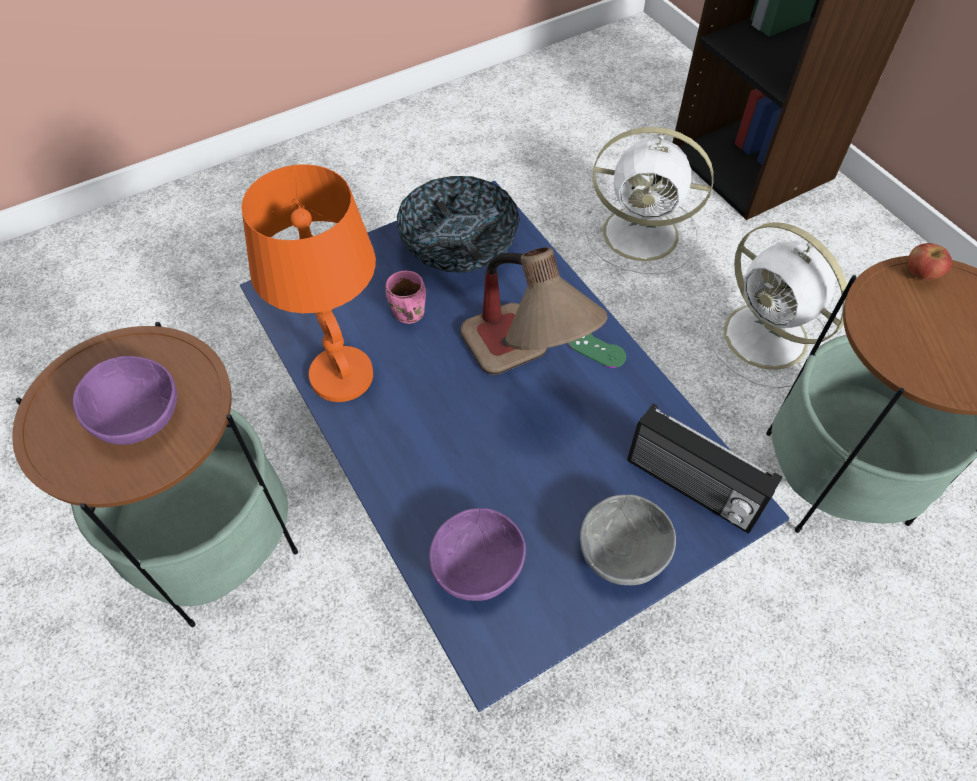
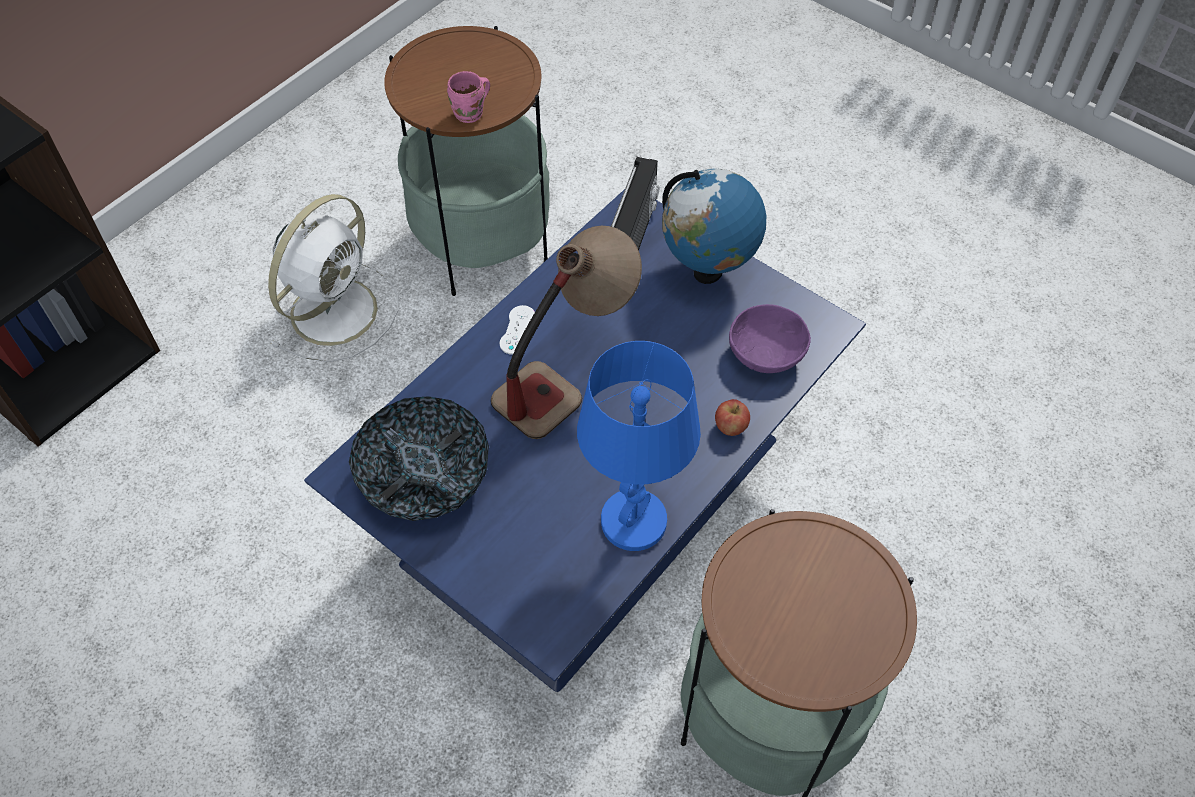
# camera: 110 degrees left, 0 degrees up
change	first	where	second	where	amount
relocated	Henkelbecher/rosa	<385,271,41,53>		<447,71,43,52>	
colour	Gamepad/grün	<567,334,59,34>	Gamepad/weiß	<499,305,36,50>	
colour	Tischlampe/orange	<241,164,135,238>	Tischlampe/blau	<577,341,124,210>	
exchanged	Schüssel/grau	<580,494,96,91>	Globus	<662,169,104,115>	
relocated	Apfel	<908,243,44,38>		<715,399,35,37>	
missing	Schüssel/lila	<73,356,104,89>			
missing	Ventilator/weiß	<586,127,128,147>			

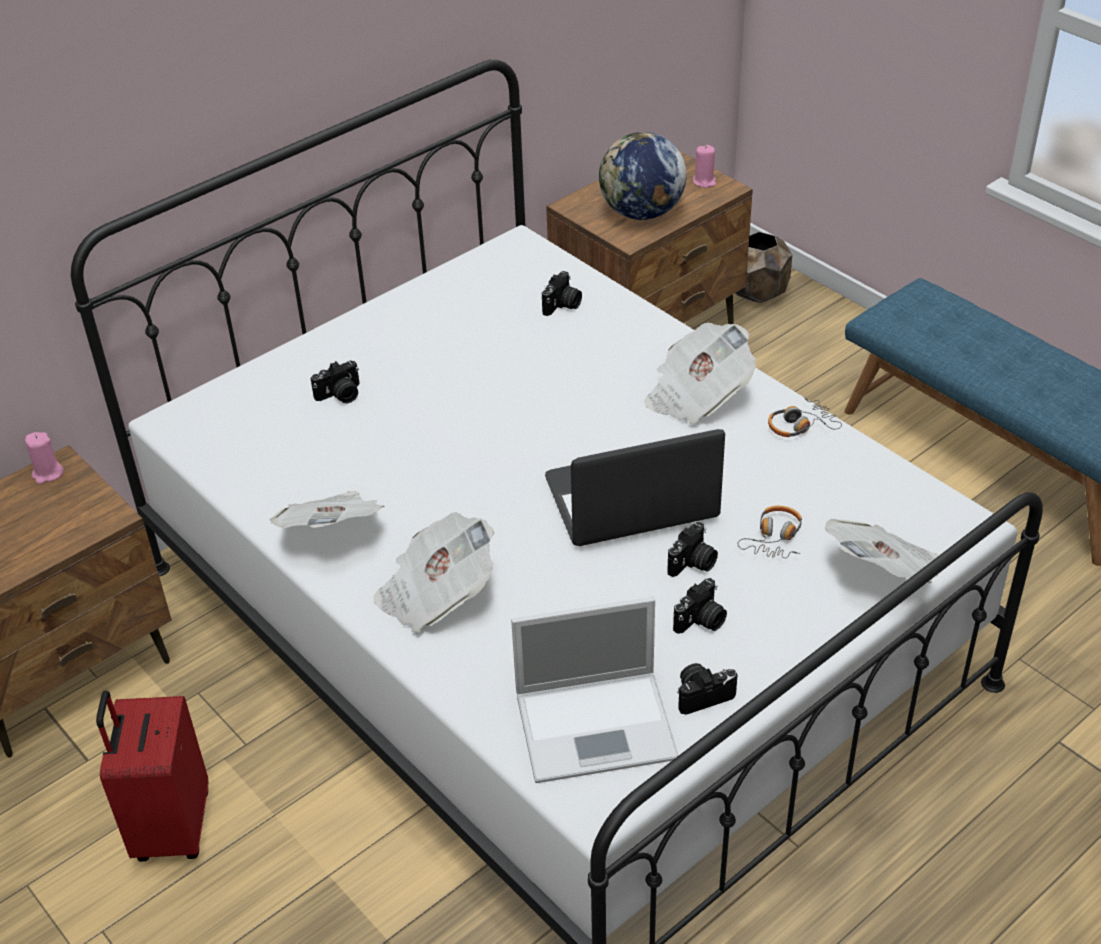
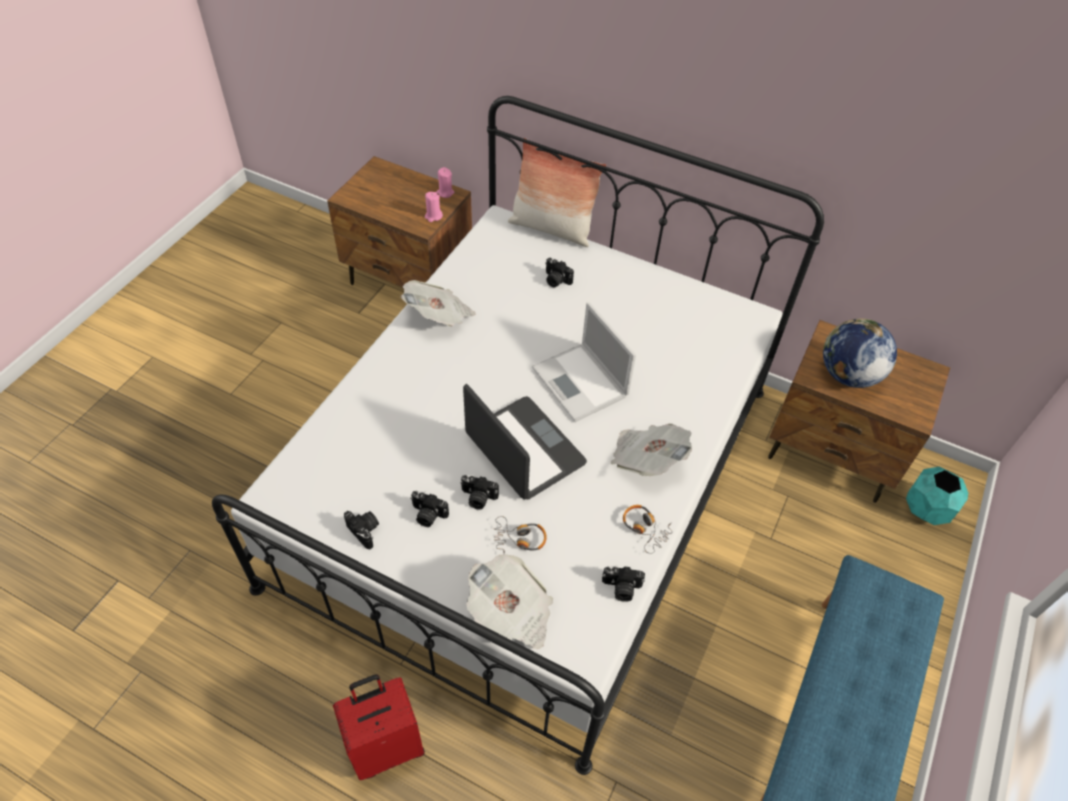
# camera: 65 degrees right, 10 degrees up
change	first	where	second	where	amount
relocated	Koffer/rot	<96,691,112,171>		<333,674,92,106>	
relocated	Kerze/rosa	<693,145,23,43>		<425,192,18,30>	
appeared			Kissen	<508,138,98,109>	
relocated	Laptop	<511,597,168,186>		<532,302,104,120>	
relocated	Kamera	<542,271,40,45>		<602,565,43,37>	
colour	Pflanzkübel/braun	<735,232,57,71>	Pflanzkübel/türkis	<906,466,62,59>	
missing	Zeitung	<374,512,120,121>			

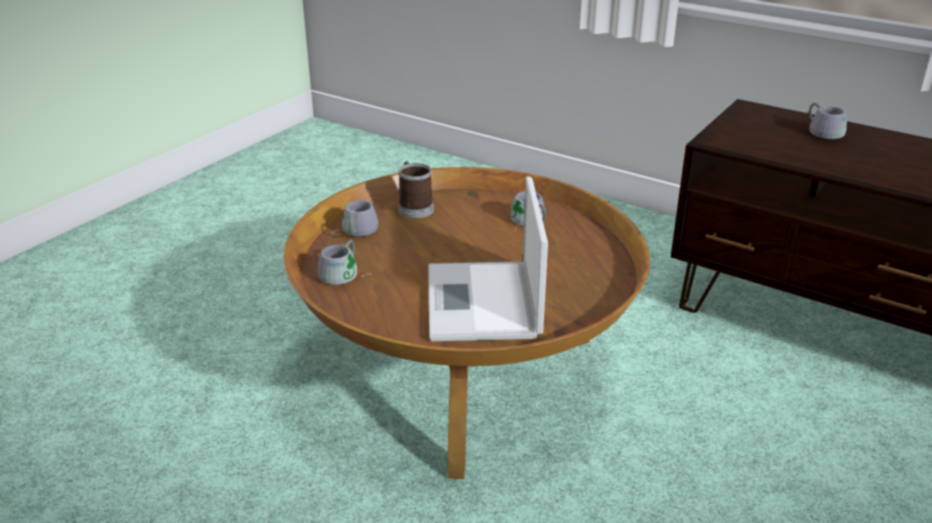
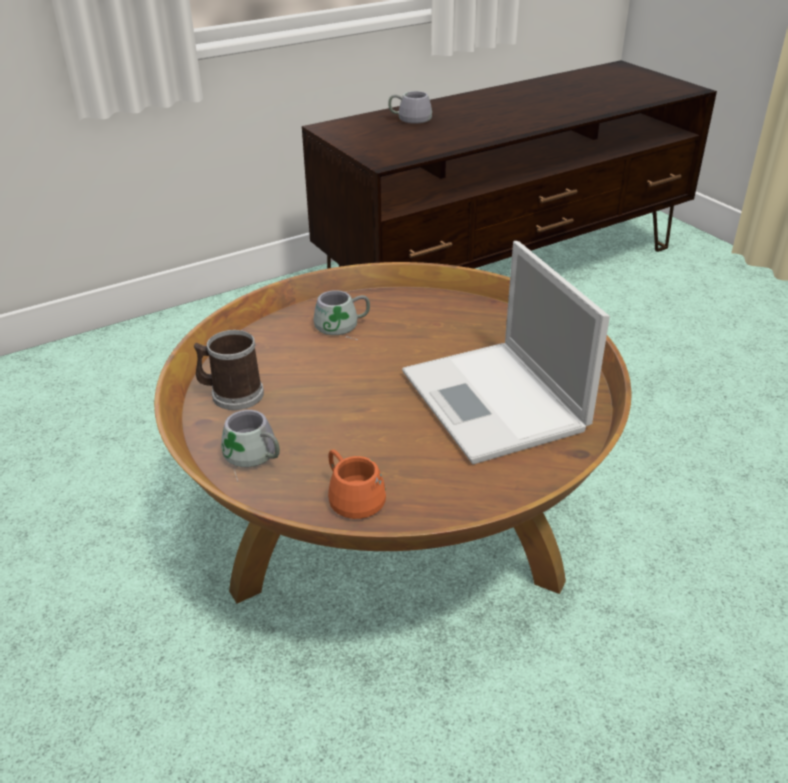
# camera: 65 degrees left, 5 degrees up
change	first	where	second	where	amount
colour	Henkelbecher/grau	<318,239,53,46>	Henkelbecher/orange	<328,449,58,70>	
spun	Laptop	<428,176,120,165>		<402,241,208,223>	45 degrees clockwise

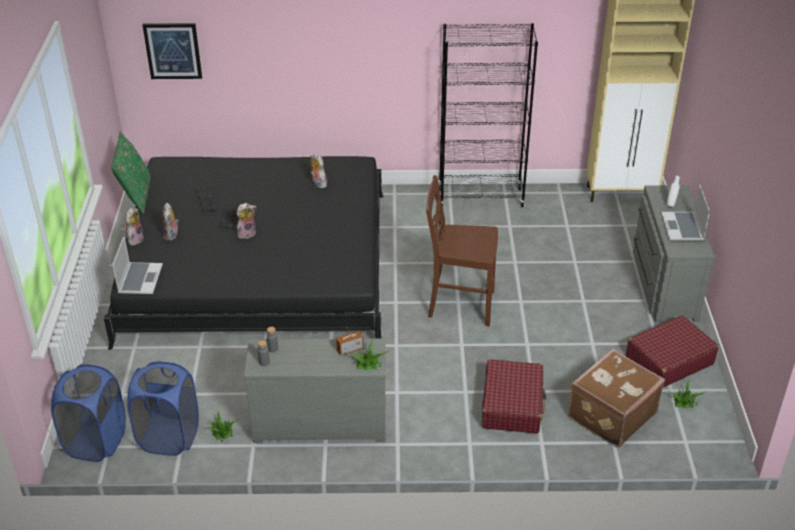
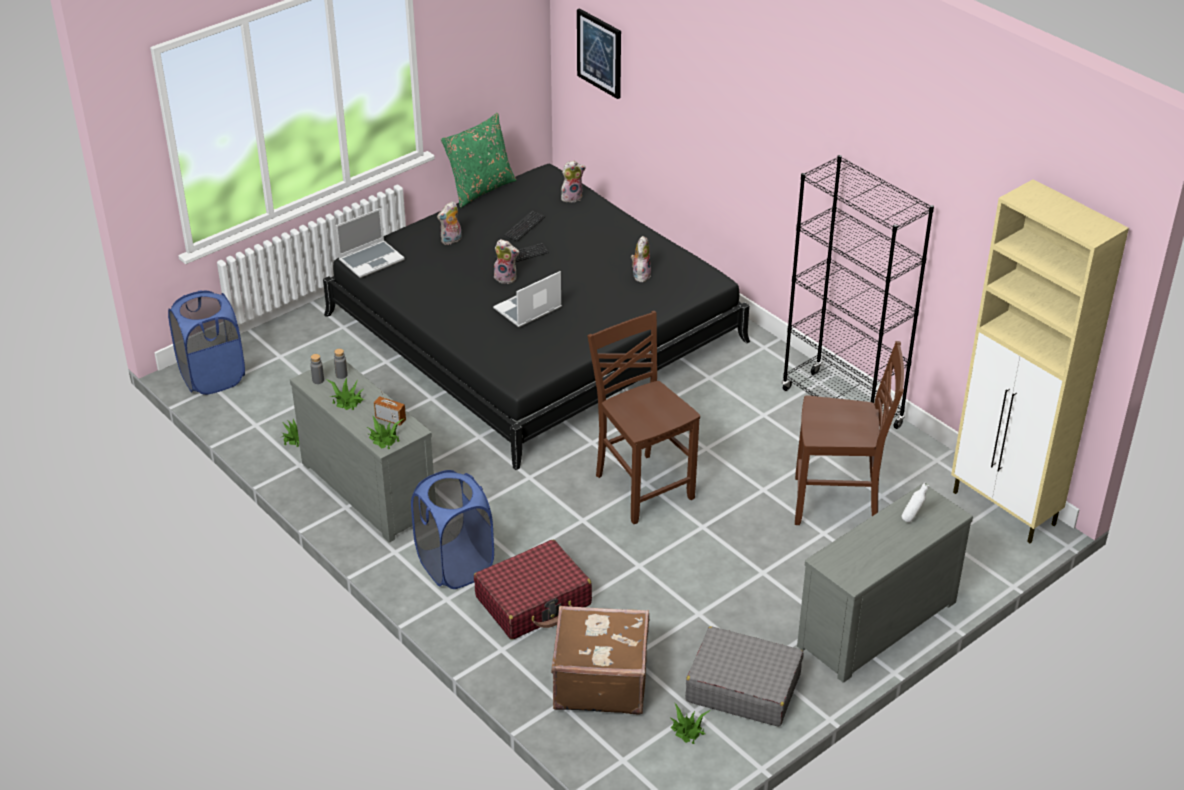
# camera: 50 degrees right, 0 degrees up
change	first	where	second	where	amount
appeared			Topfpflanze	<325,377,39,33>	
relocated	Wäschekorb/blau	<127,361,72,95>		<411,470,83,119>	
relocated	Laptop	<661,185,49,56>		<493,271,69,56>	
relocated	Plüschtier	<124,208,20,38>		<561,160,25,42>	
colour	Koffer/rot	<626,315,93,72>	Koffer/grau	<685,626,118,101>	
appeared			Stuhl/braun	<795,341,109,184>	

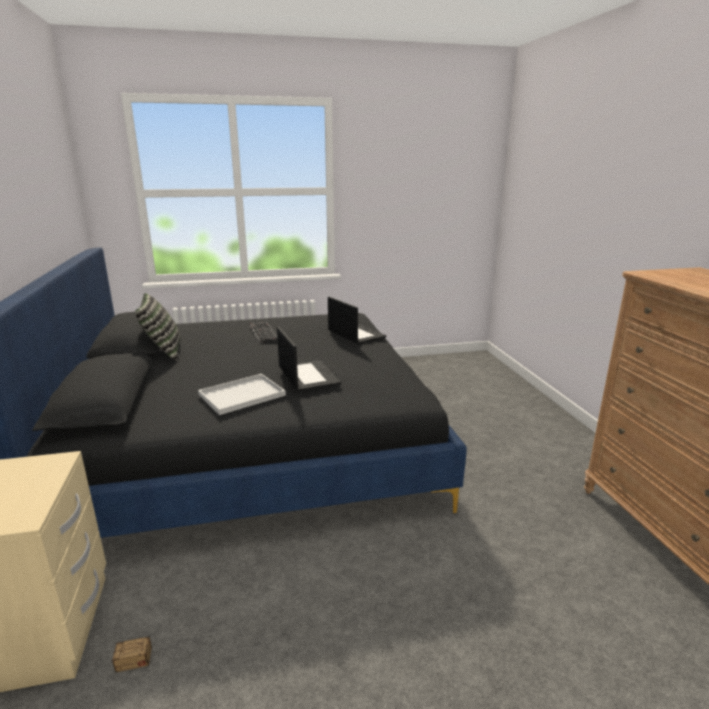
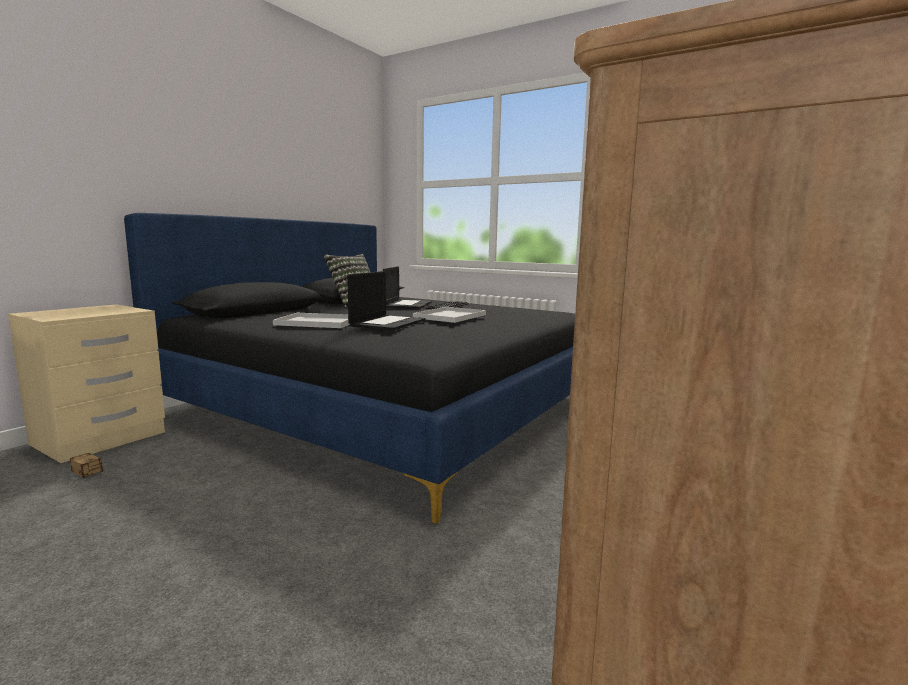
# camera: 45 degrees right, 10 degrees down
change	first	where	second	where	amount
relocated	Laptop	<328,297,58,47>		<383,266,49,43>	
appeared			Tablett/weiß	<413,307,73,16>	

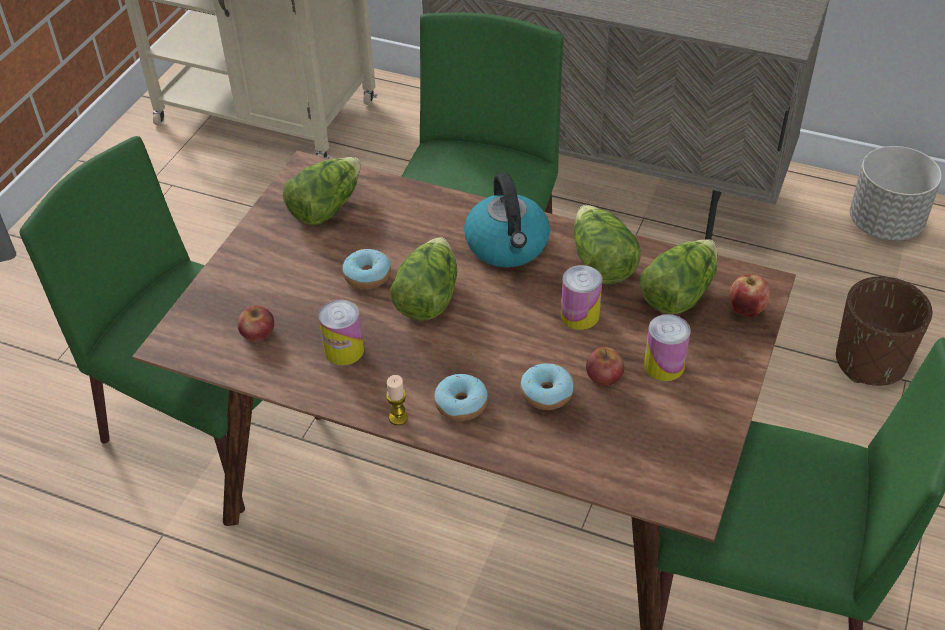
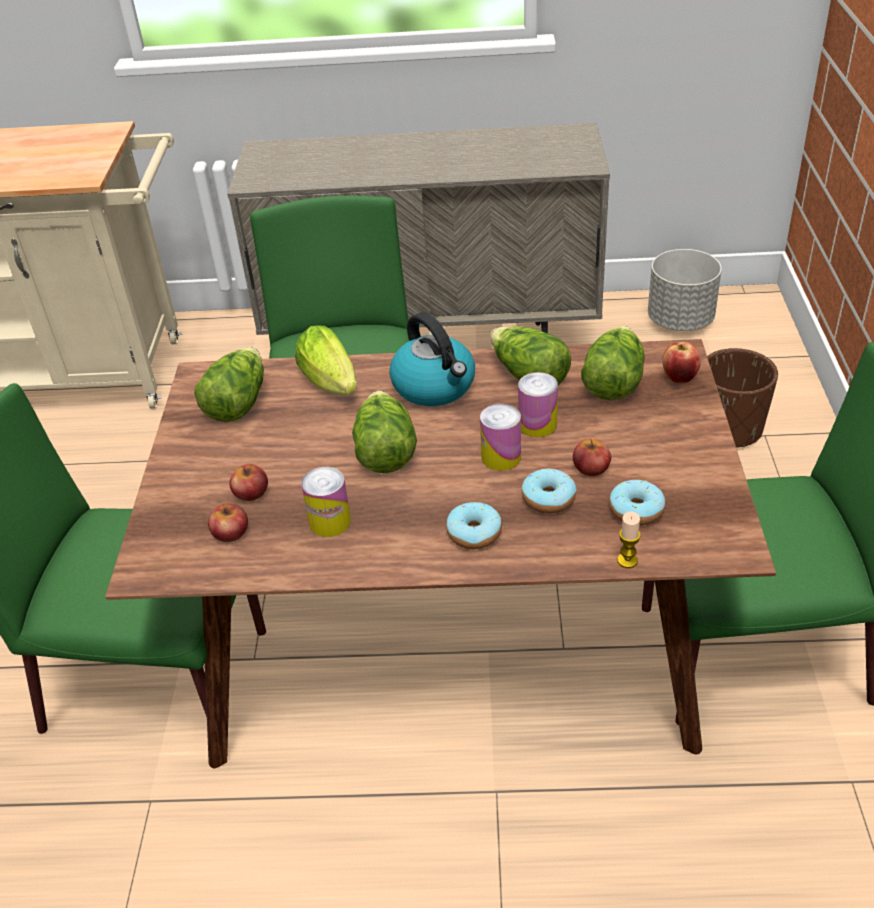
# camera: 20 degrees left, 5 degrees down
change	first	where	second	where	amount
appeared			Apfel	<229,464,39,37>	
appeared			Salatkopf	<295,325,62,70>	
relocated	Dose	<644,314,47,67>		<480,404,41,67>	
relocated	Donut	<343,249,48,40>		<609,480,56,46>	
relocated	Kerze	<386,375,22,50>		<617,512,24,56>	

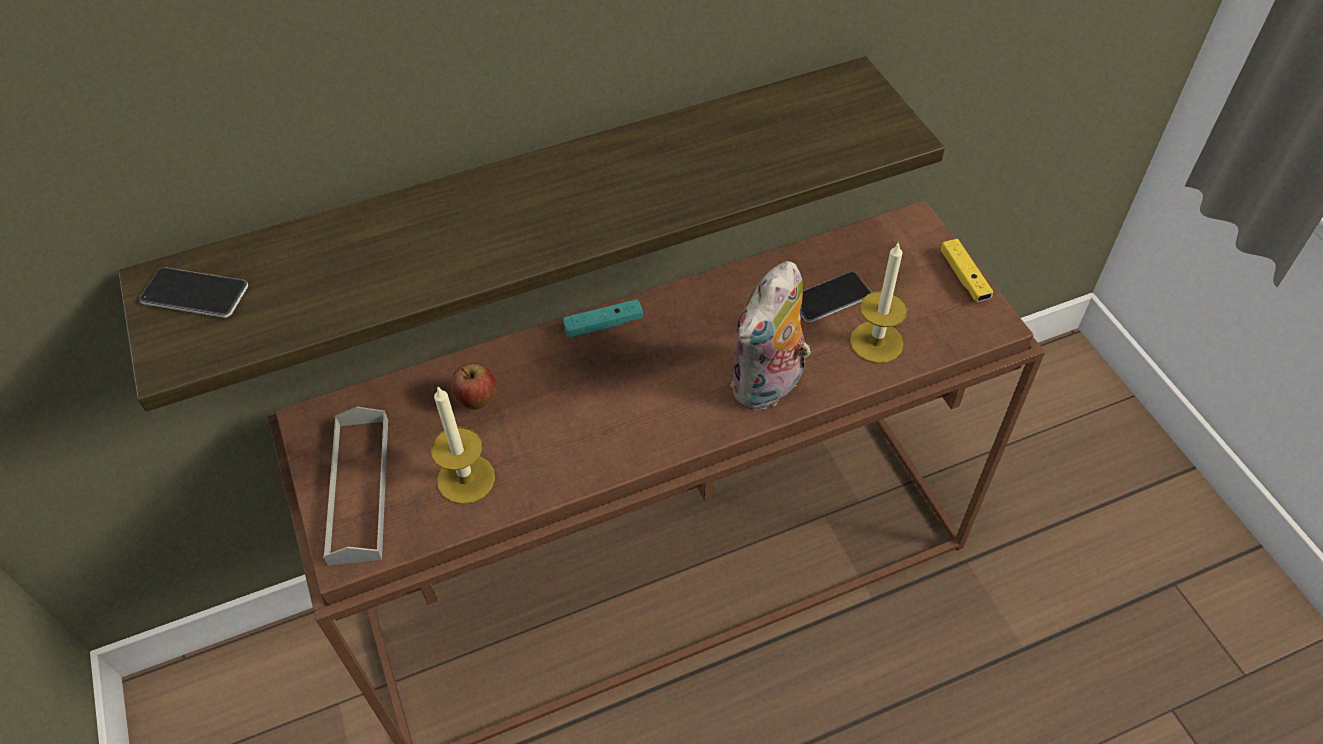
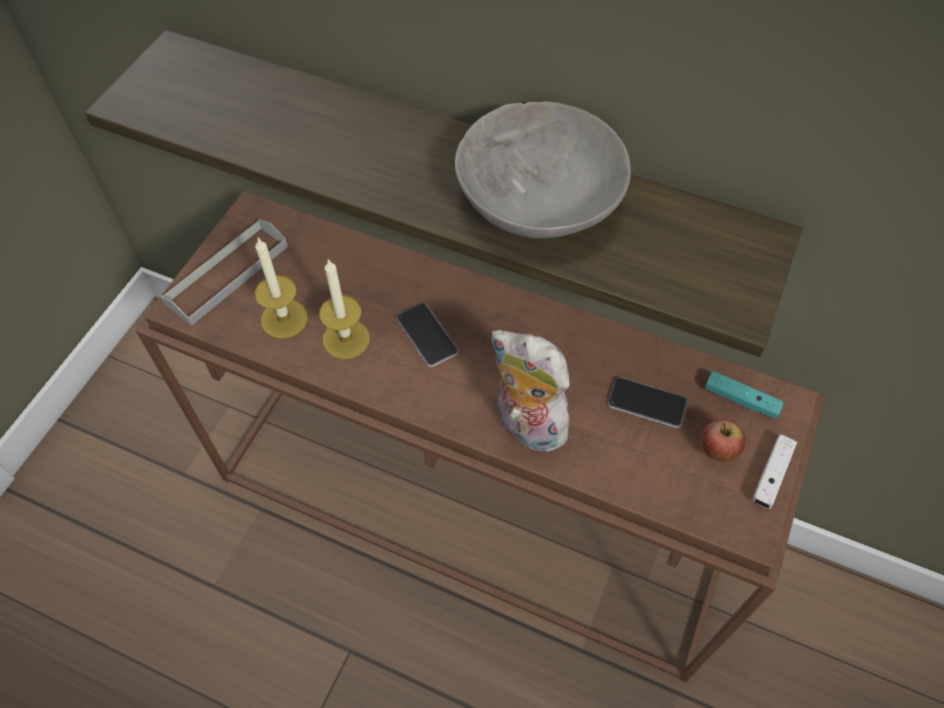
# camera: 45 degrees right, 5 degrees up
change	first	where	second	where	amount
relocated	Kerze	<850,242,58,121>		<319,259,51,100>	
relocated	Handy	<139,267,109,51>		<396,303,62,64>	
appeared			Schüssel/grau	<455,101,176,137>	
spun	Plüschtier	<730,261,81,150>		<490,330,84,122>	45 degrees clockwise
relocated	Apfel	<451,363,46,47>		<701,419,45,43>	
relocated	Gamepad/türkis	<562,299,81,39>		<705,371,79,48>	
colour	Gamepad/gelb	<940,239,53,63>	Gamepad/weiß	<752,435,45,74>	

